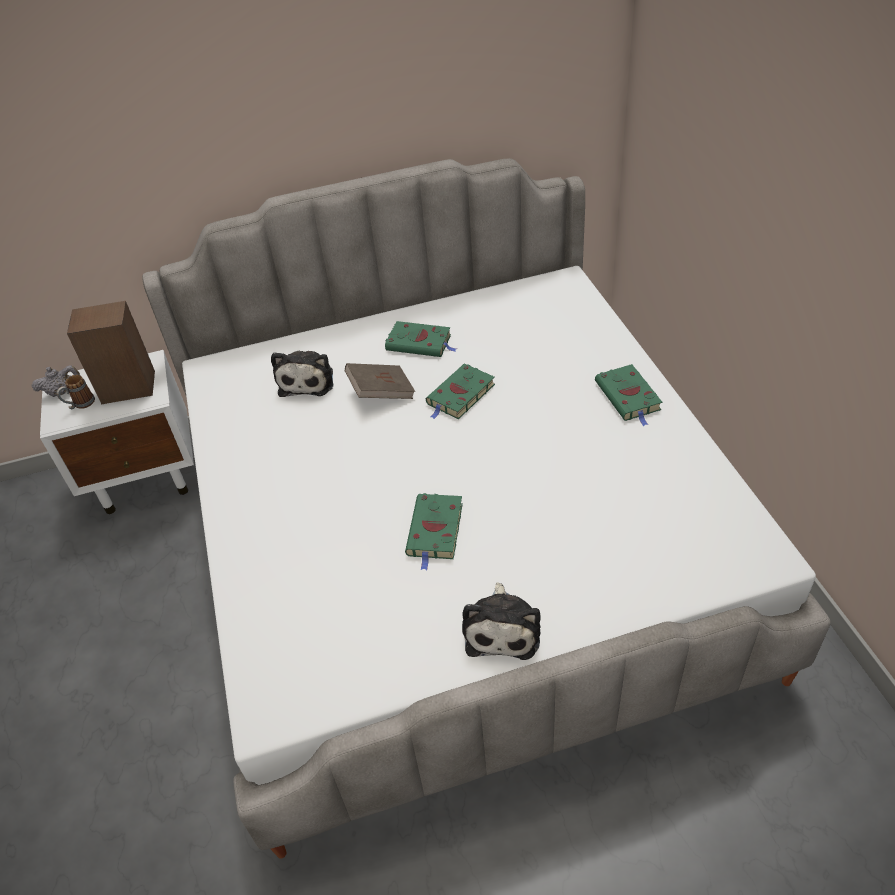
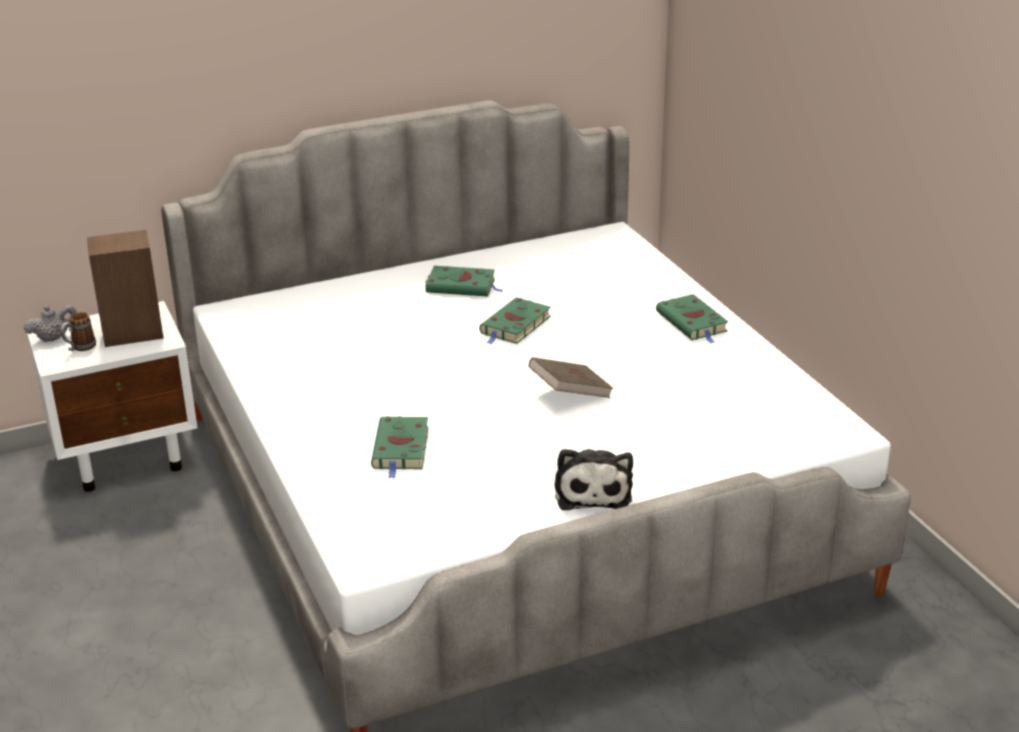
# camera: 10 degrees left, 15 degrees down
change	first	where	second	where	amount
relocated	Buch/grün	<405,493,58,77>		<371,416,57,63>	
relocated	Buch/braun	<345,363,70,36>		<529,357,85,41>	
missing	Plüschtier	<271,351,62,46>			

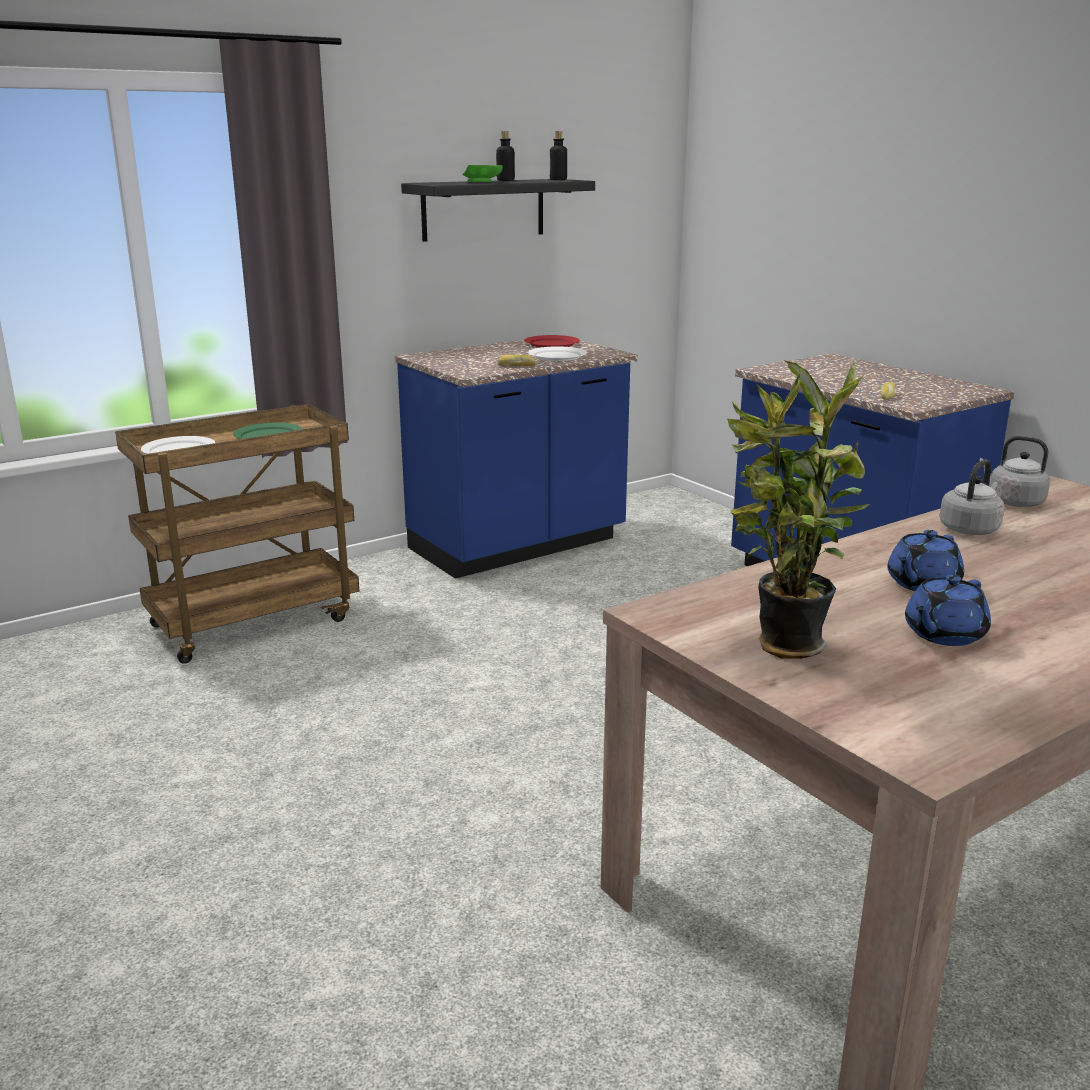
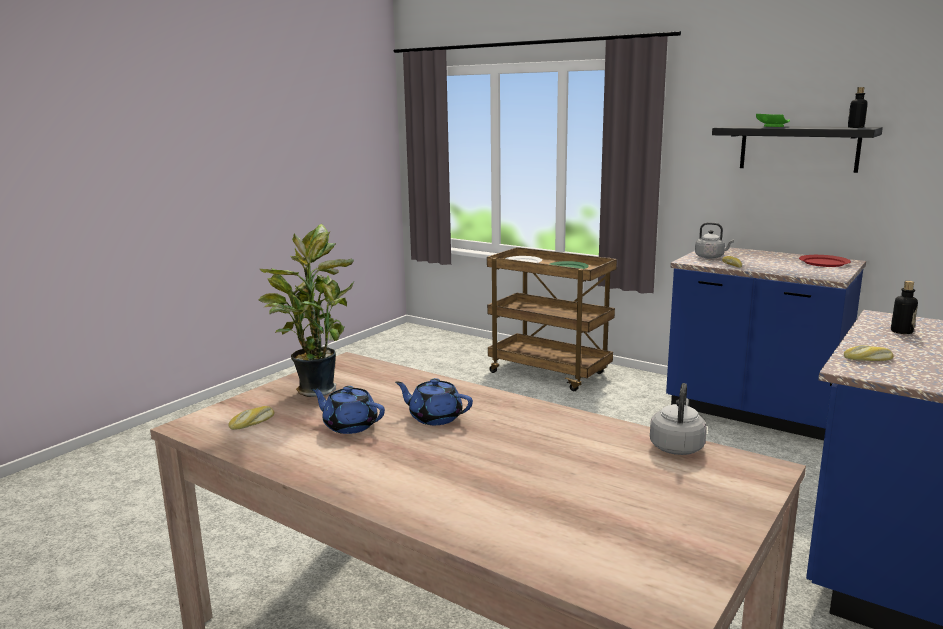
# camera: 70 degrees right, 5 degrees down
change	first	where	second	where	amount
appeared			Brot	<228,406,46,24>	
relocated	Wasserkessel/grau	<939,459,66,76>		<695,222,39,37>	
relocated	Flasche	<496,131,19,50>		<891,281,27,53>	
missing	Teller/weiß	<528,346,59,15>			

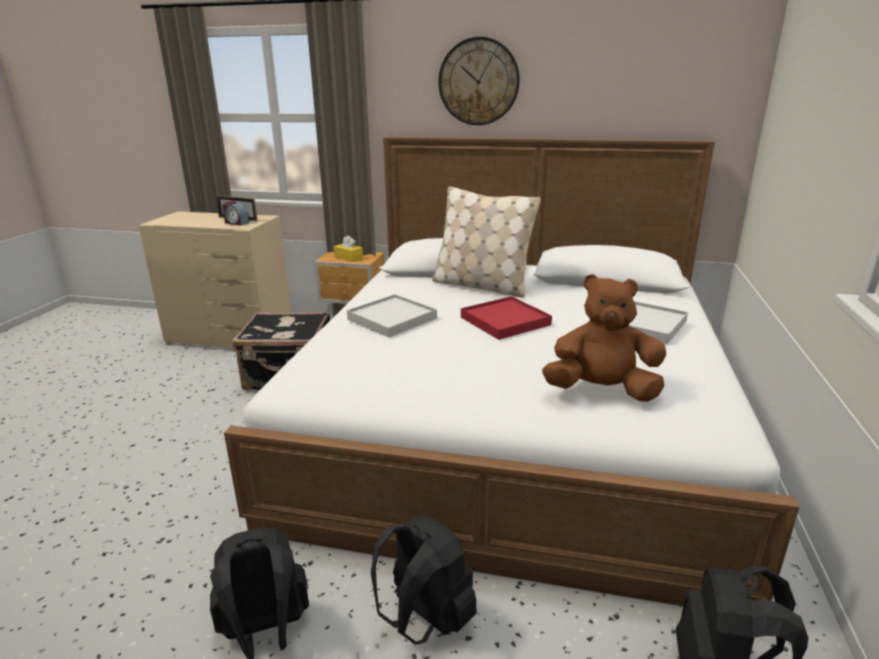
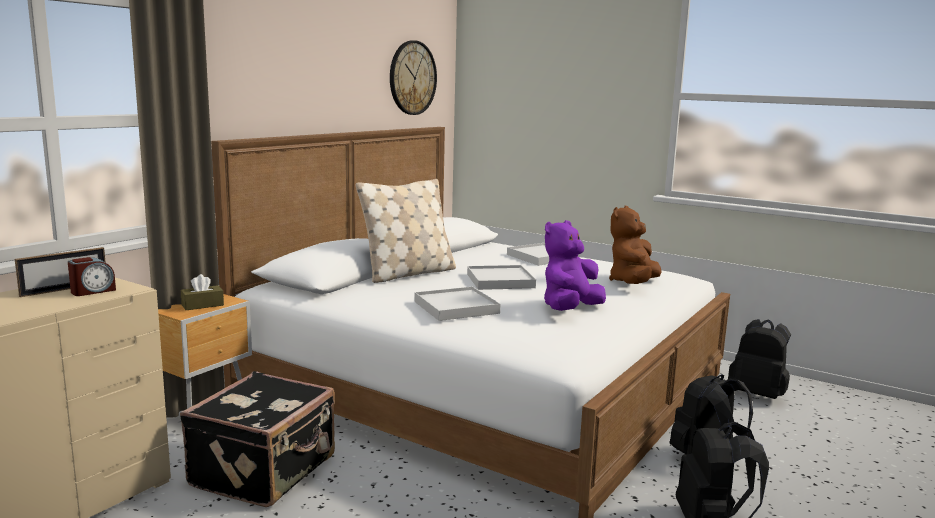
# camera: 70 degrees left, 10 degrees down
change	first	where	second	where	amount
colour	Taschentuchbox/gelb	<334,236,29,26>	Taschentuchbox/braun	<181,274,43,36>	
relocated	Wanduhr	<438,37,82,88>		<390,41,47,74>	
colour	Tablett/rot	<461,296,91,44>	Tablett/weiß	<467,265,69,25>	
appeared			Plüschtier/lila	<544,220,62,91>	

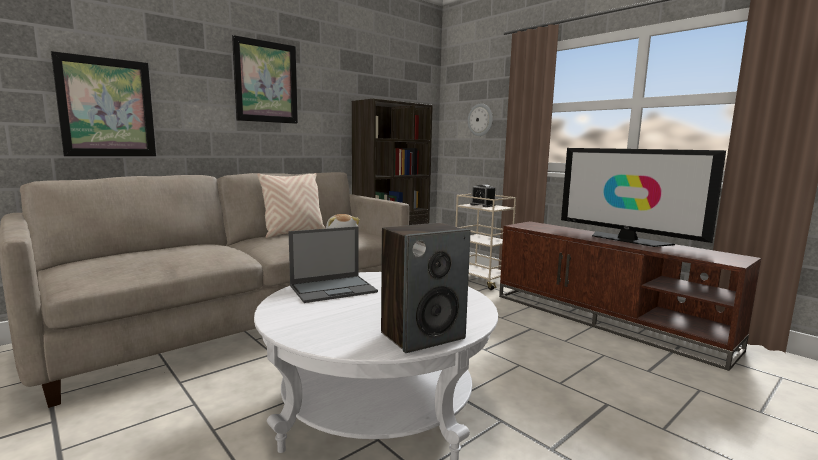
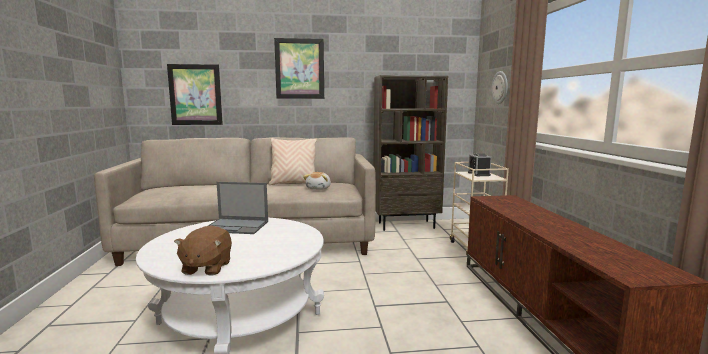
# camera: 35 degrees right, 0 degrees up
change	first	where	second	where	amount
exchanged	Lautsprecher	<381,223,89,130>	Plüschtier/braun	<174,225,58,50>	
missing	Fernseher	<561,148,165,99>			

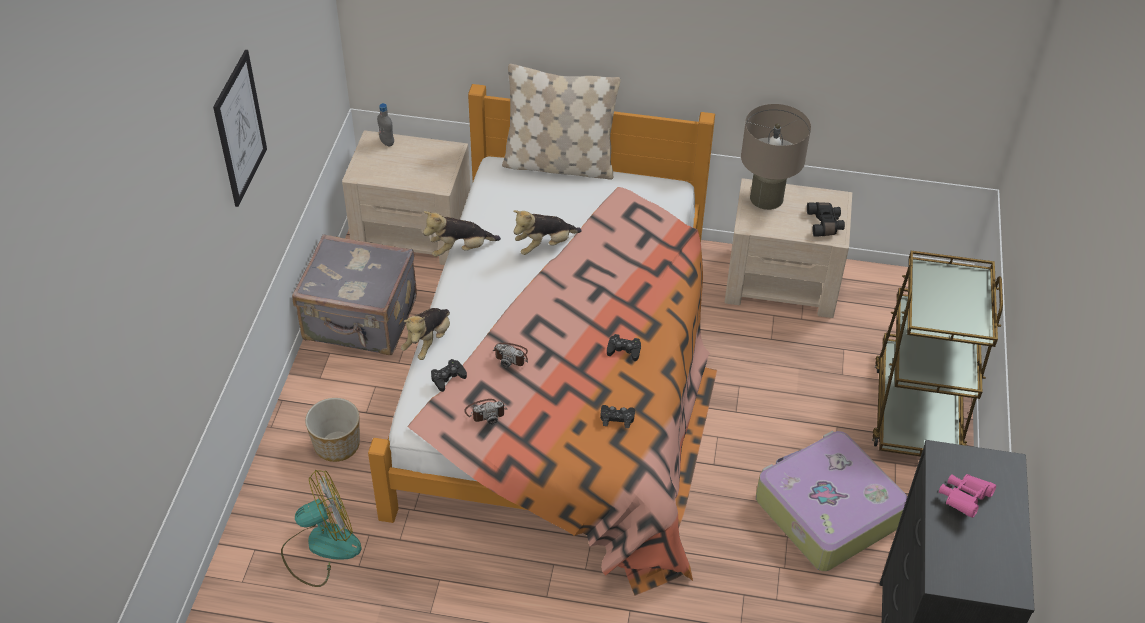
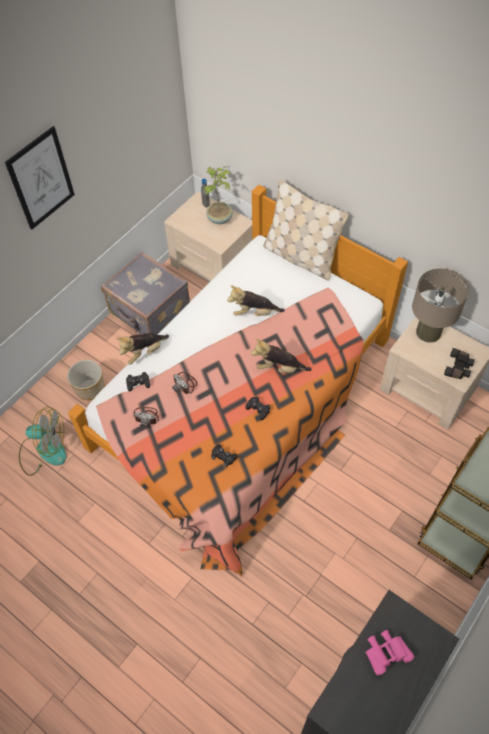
# camera: 30 degrees right, 10 degrees up
change	first	where	second	where	amount
appeared			Topfpflanze	<203,167,30,57>	
relocated	Plüschtier	<423,211,78,46>		<251,339,61,34>	
missing	Koffer	<756,431,152,140>			

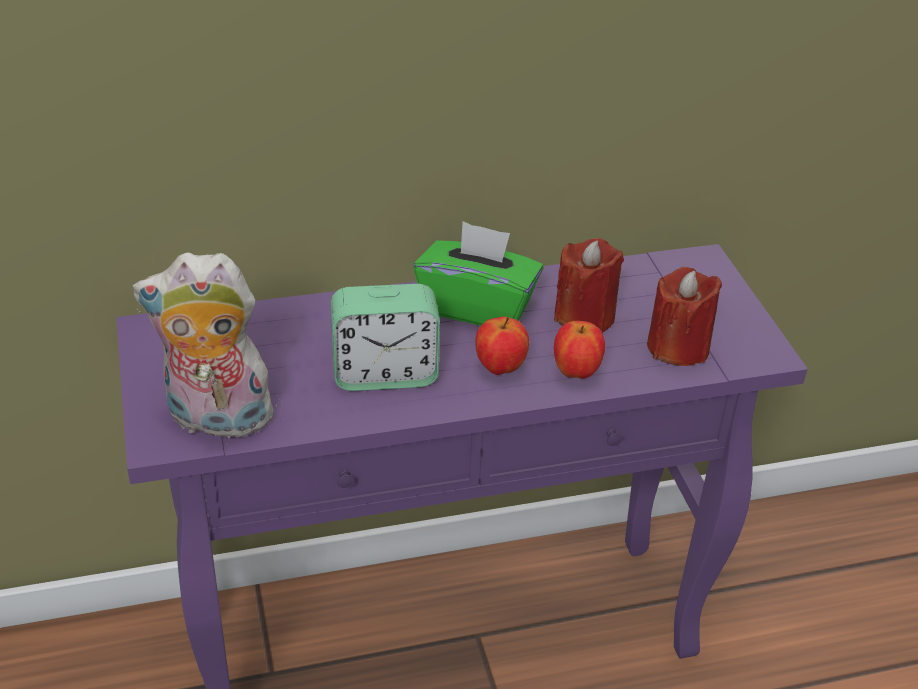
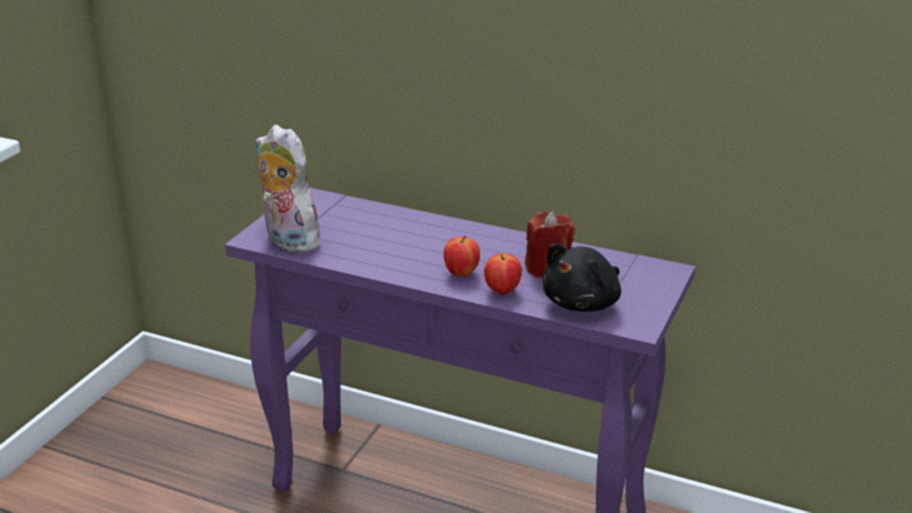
# camera: 40 degrees right, 10 degrees down
change	first	where	second	where	amount
exchanged	Kerze/rot	<647,267,75,99>	Plüschtier/schwarz	<543,243,78,69>	
missing	Wecker	<331,284,109,107>			
missing	Taschentuchbox/grün	<414,221,129,105>			

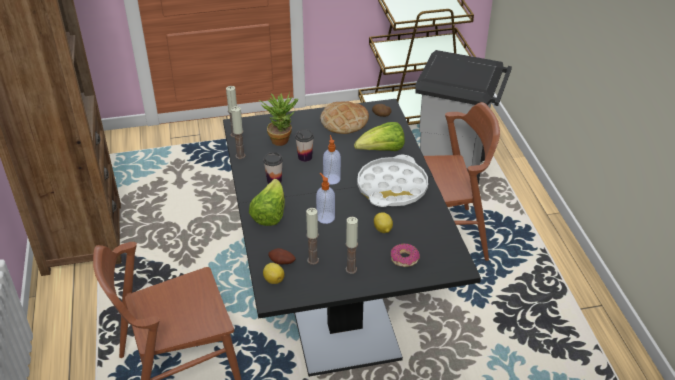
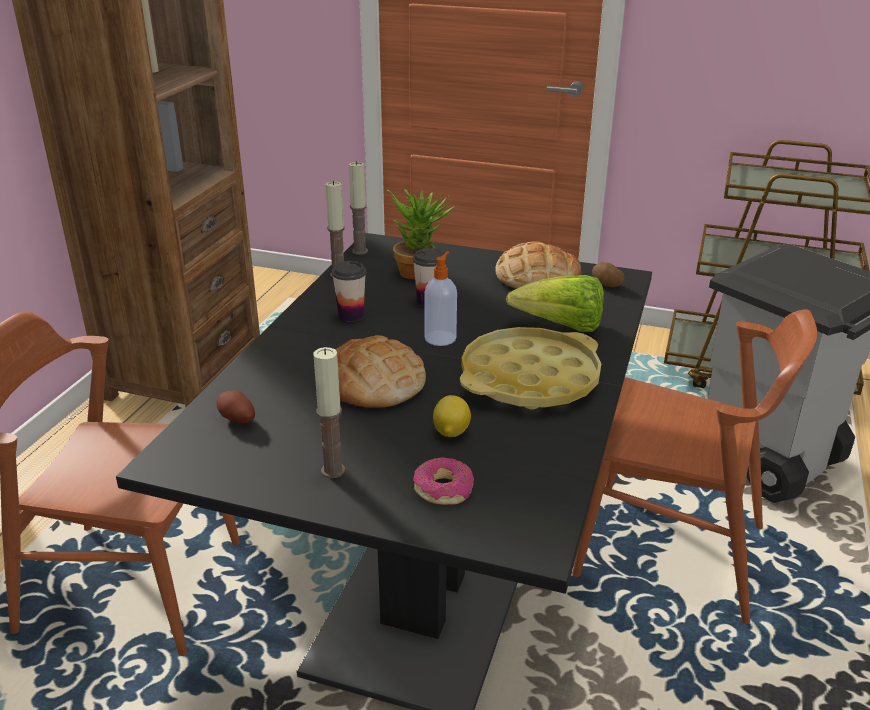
# camera: 30 degrees right, 10 degrees down
change	first	where	second	where	amount
exchanged	Seifenspender	<316,173,19,51>	Brot	<335,335,91,73>	
colour	Tablett/weiß	<357,154,71,53>	Tablett/gelb	<460,327,141,83>	
missing	Salatkopf	<249,179,36,47>			
missing	Zitrone	<263,263,21,21>			
missing	Kerze	<306,208,13,57>			

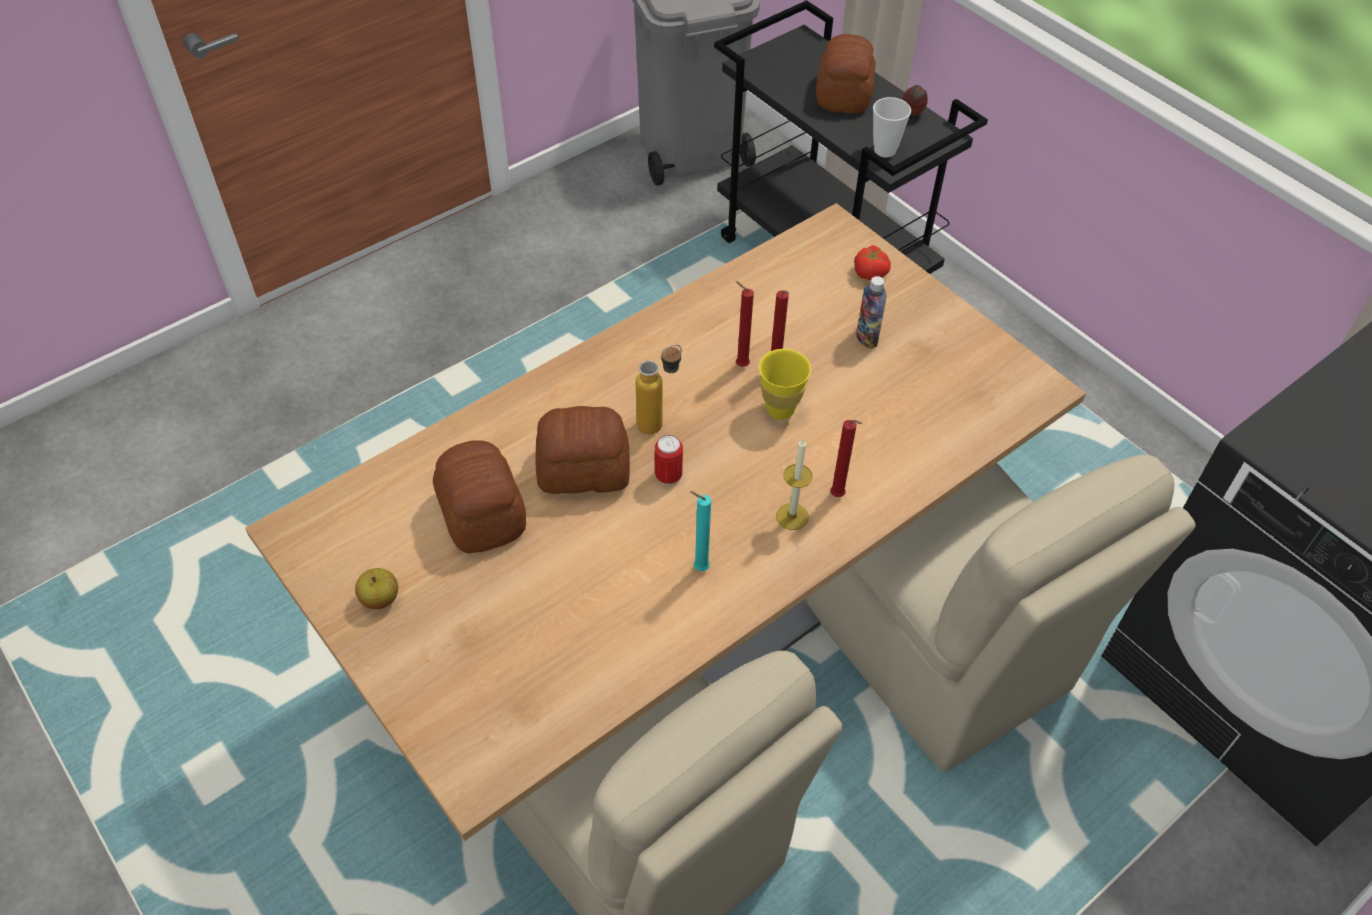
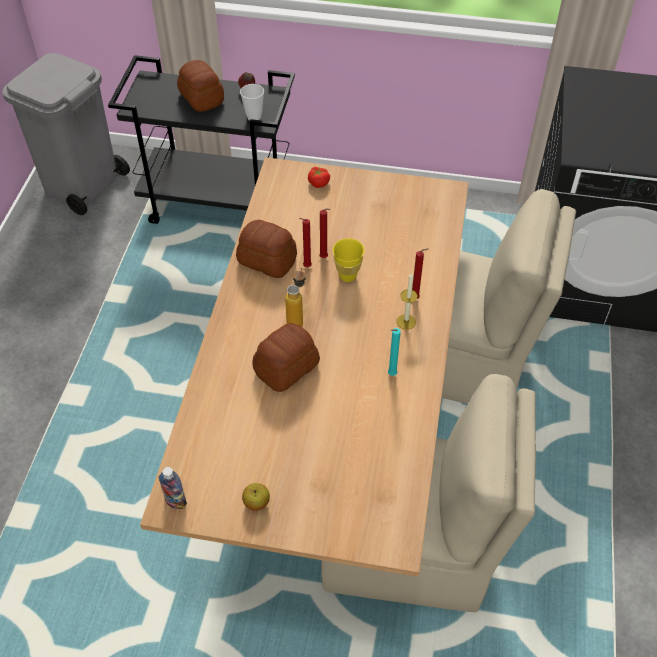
# camera: 40 degrees left, 0 degrees up
change	first	where	second	where	amount
relocated	Flasche	<856,276,30,73>		<159,467,28,42>	
relocated	Brot	<433,440,93,114>		<236,220,61,58>	
missing	Dose	<655,435,28,50>			

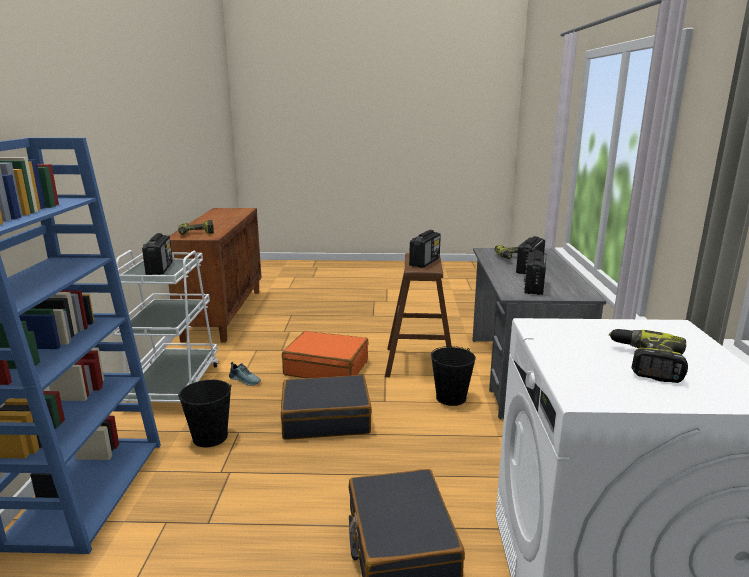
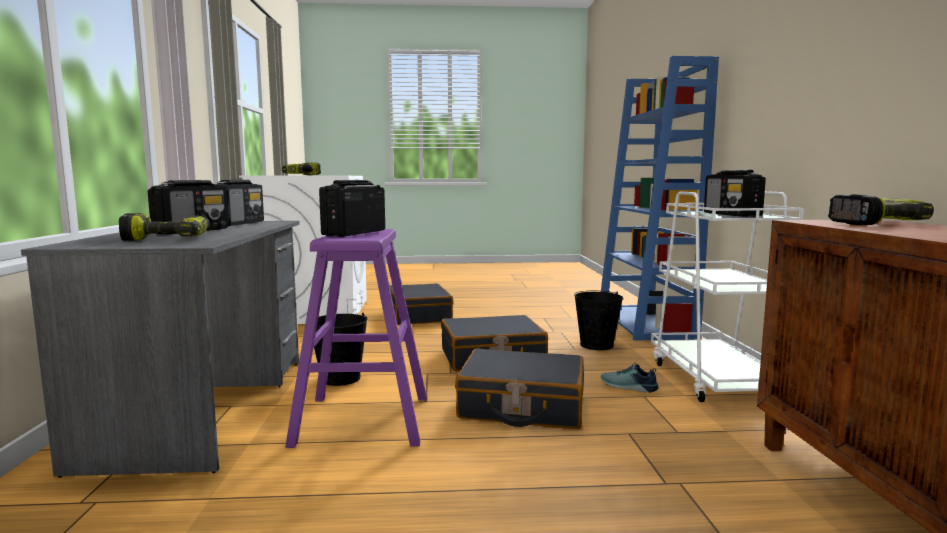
# camera: 175 degrees right, 10 degrees down
change	first	where	second	where	amount
colour	Hocker/braun	<385,253,67,124>	Hocker/lila	<285,229,142,219>	
colour	Koffer/orange	<282,331,87,47>	Koffer/schwarz	<455,348,129,81>	

